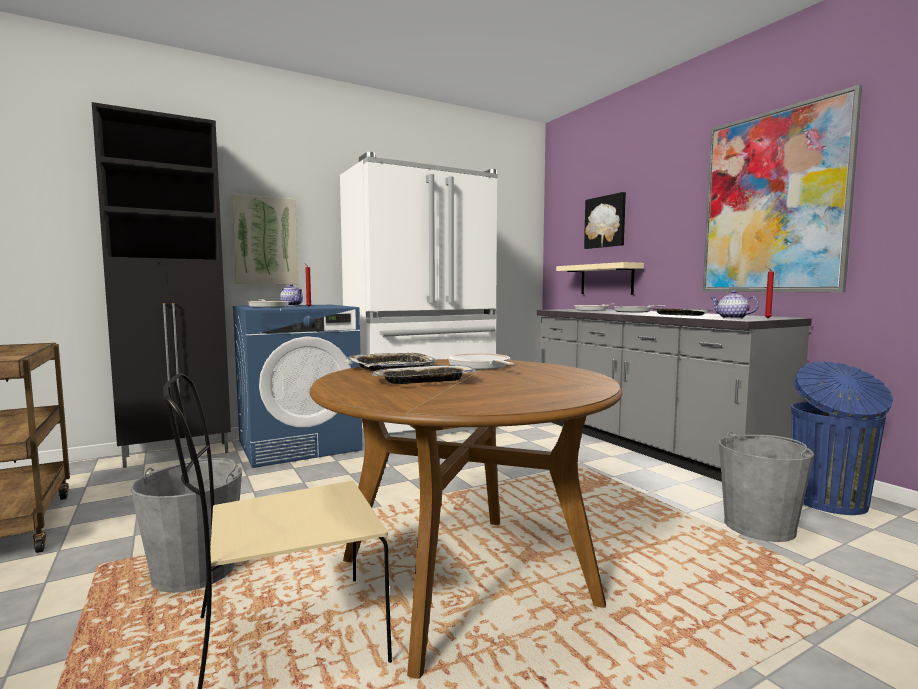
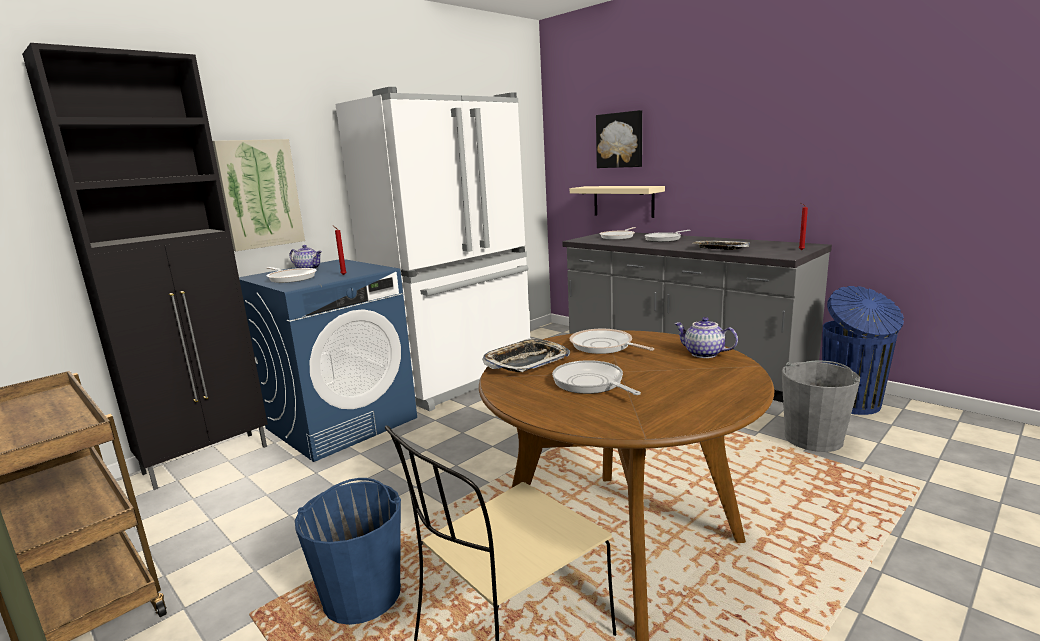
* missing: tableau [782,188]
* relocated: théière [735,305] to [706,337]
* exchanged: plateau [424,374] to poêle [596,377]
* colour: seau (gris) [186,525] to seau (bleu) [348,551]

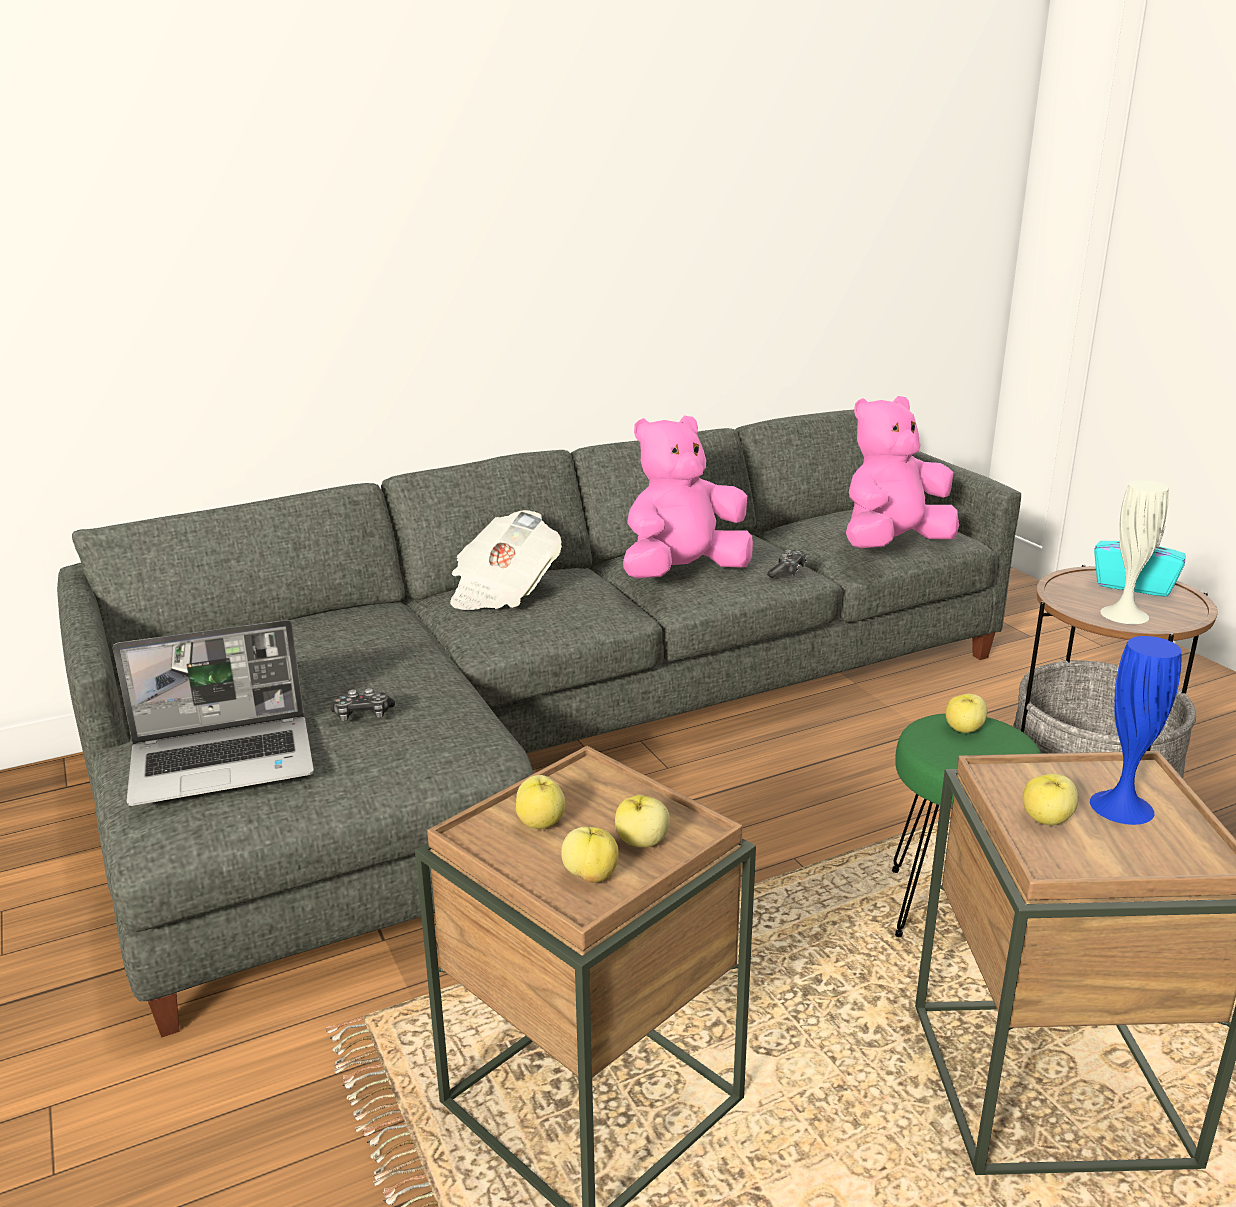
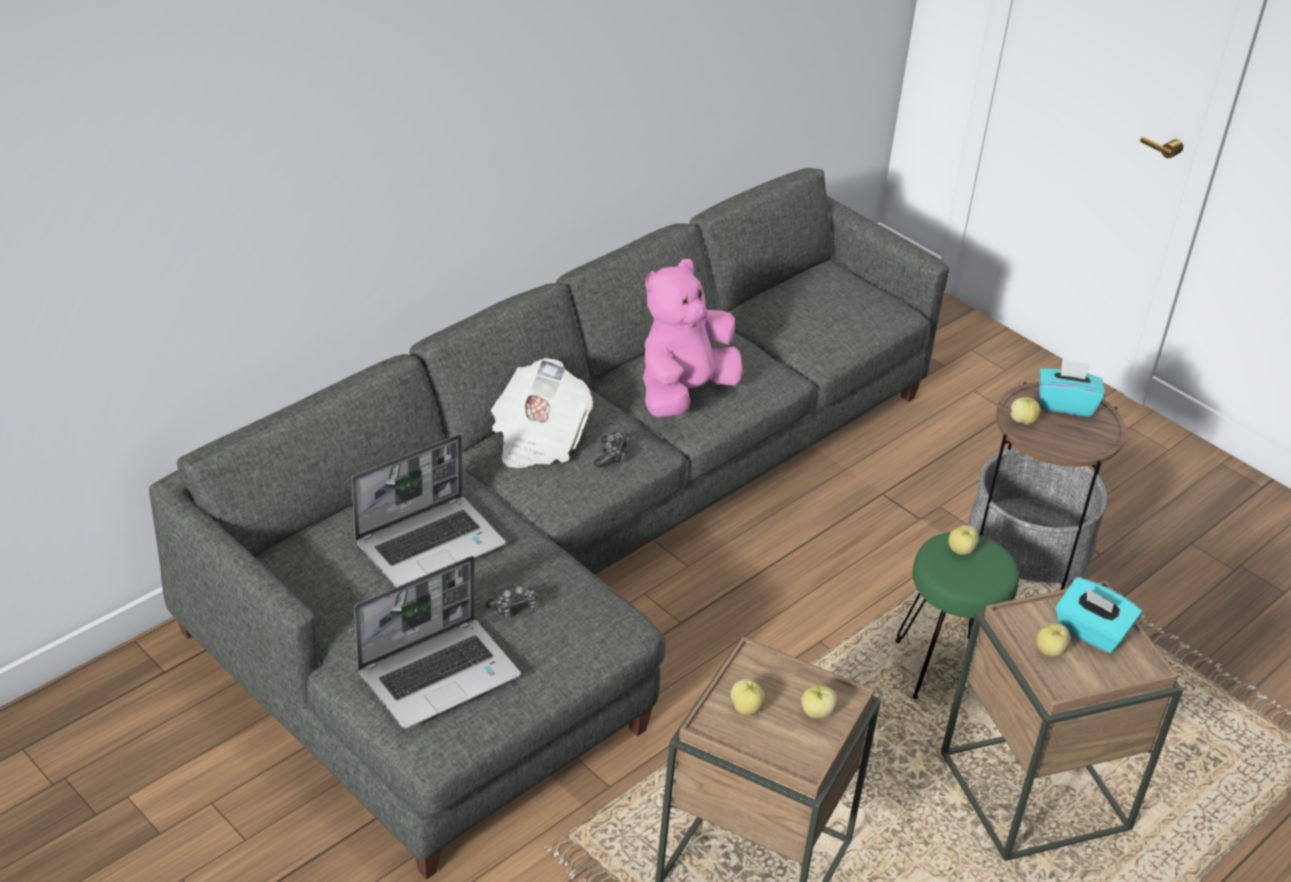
* missing: peluche (rose) [902,472]
* missing: vase (blanc) [1134,552]
* relocated: manette [787,564] to [611,449]
* exchanged: vase (bleu) [1135,730] to boîte à mouchoirs (turquoise) [1099,615]
* relocated: pomme [590,855] to [1025,411]
* appeared: ordinateur portable [428,510]

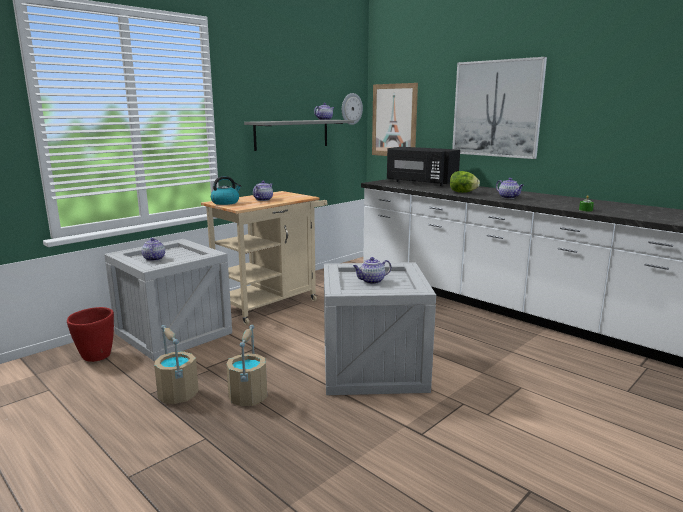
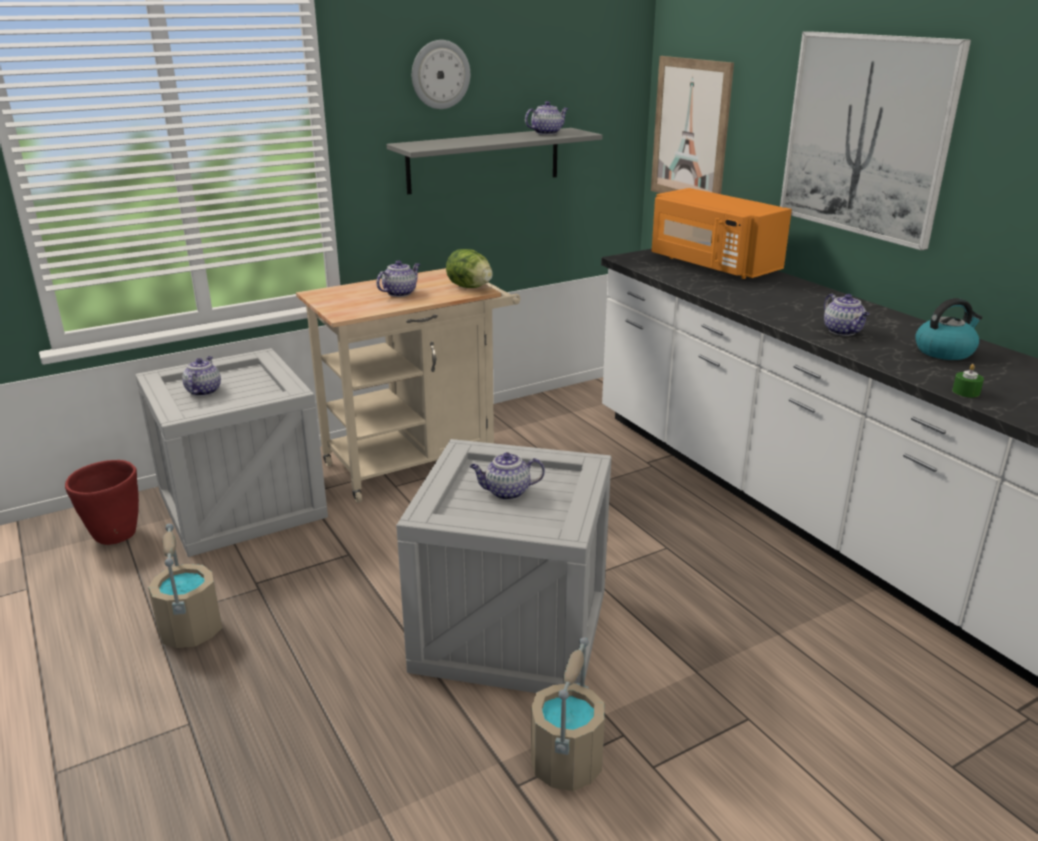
* relocated: horloge murale [352,109] to [441,74]
* colour: micro-ondes (noir) [423,166] to micro-ondes (orange) [721,233]
* relocated: laitue [465,182] to [469,268]
* relocated: bouilloire [226,190] to [948,329]
* relocated: seau (beige) [246,365] to [568,714]

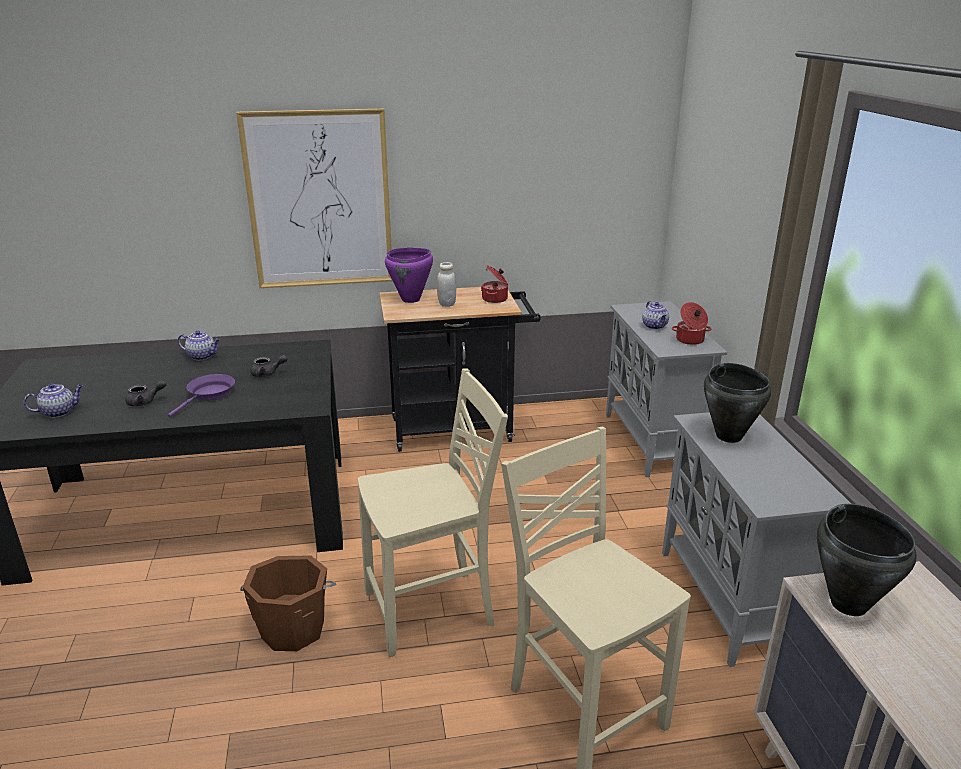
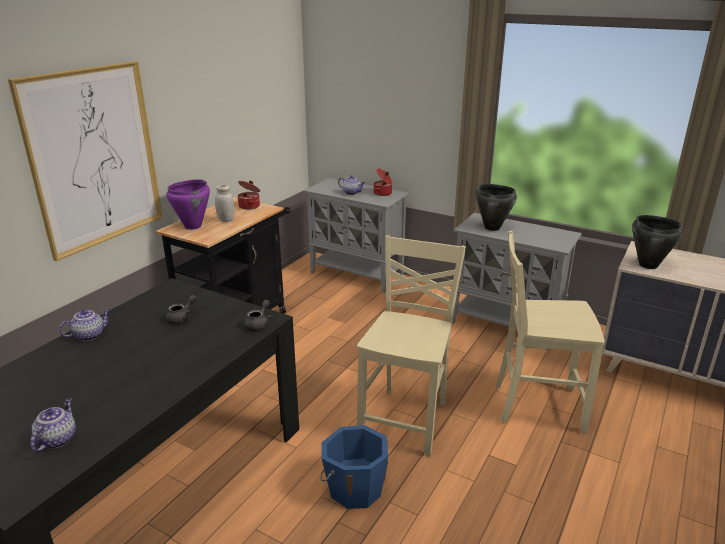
* missing: poêle (violet) [201,395]
* relocated: théière (gris) [146,393] to [258,315]
* colour: seau (marron) [288,603] to seau (bleu) [354,467]

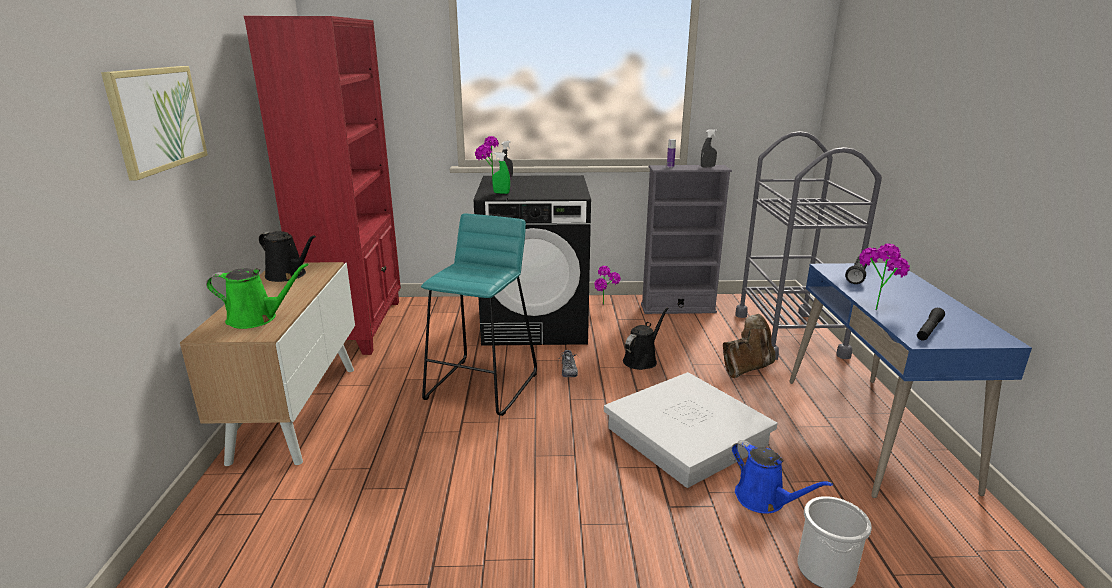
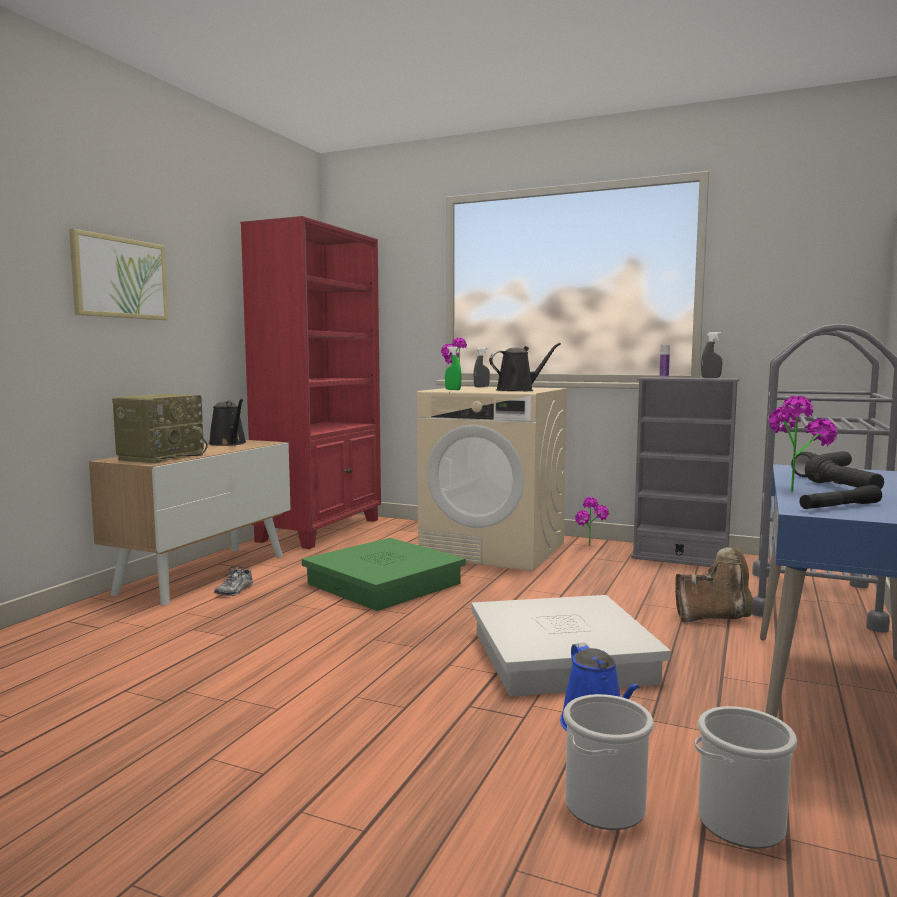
* colour: lave-linge (noir) [532,260] to lave-linge (beige) [492,478]
* exchanged: tabouret (turquoise) [479,315] to boîte de rangement (vert) [384,574]
* exchanged: arrosoir (vert) [257,296] to radio [160,428]
* relocated: arrosoir (noir) [646,338] to [525,367]
* relocated: chaussure [569,363] to [233,580]
* appeared: lampe de poche (noir) [844,472]
* appeared: seau [745,777]

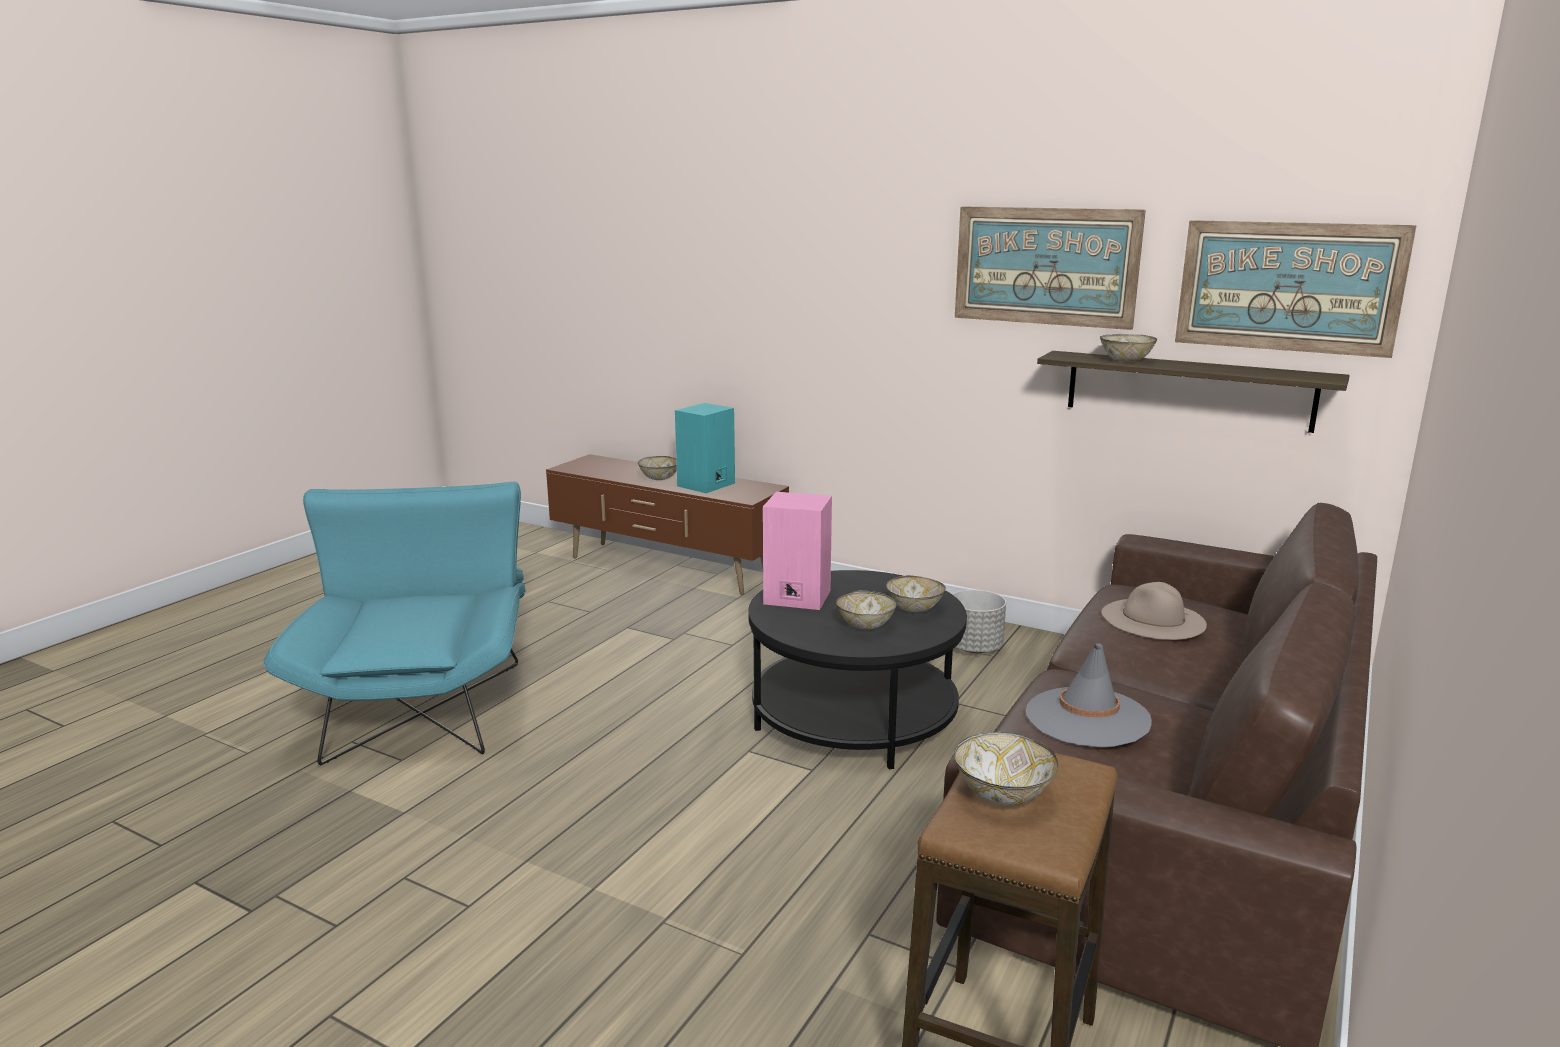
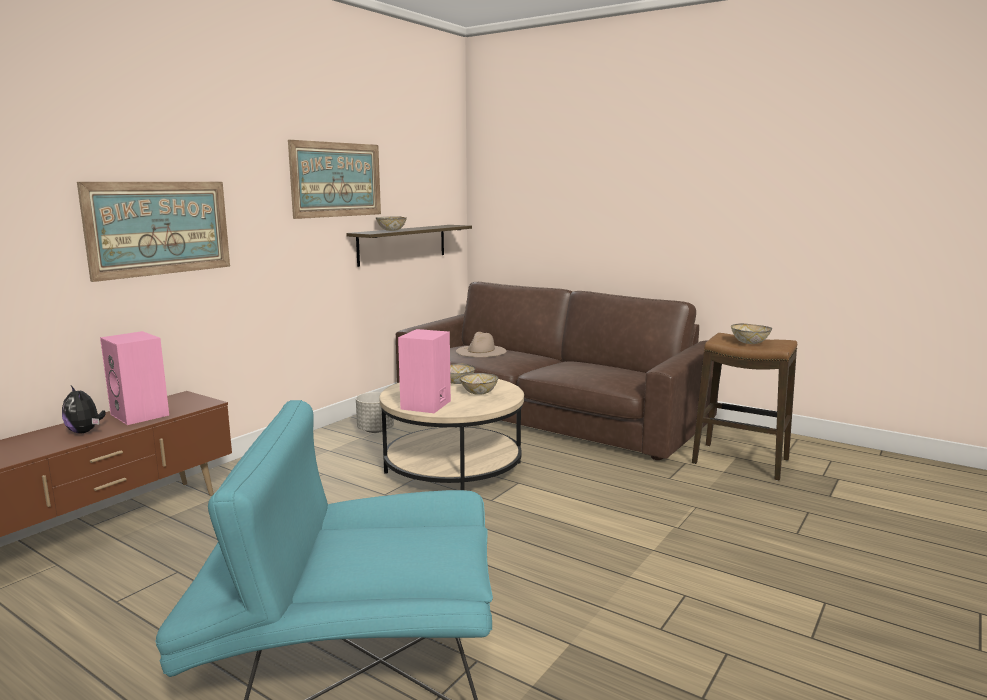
* relocated: tableau [1295,289] to [153,232]
* colour: enceinte (turquoise) [705,448] to enceinte (rose) [134,378]
* exchanged: bol [657,468] to peluche [84,410]
* colour: table basse (noir) [857,670] to table basse (beige) [452,434]
* missing: chapeau (gris) [1089,695]

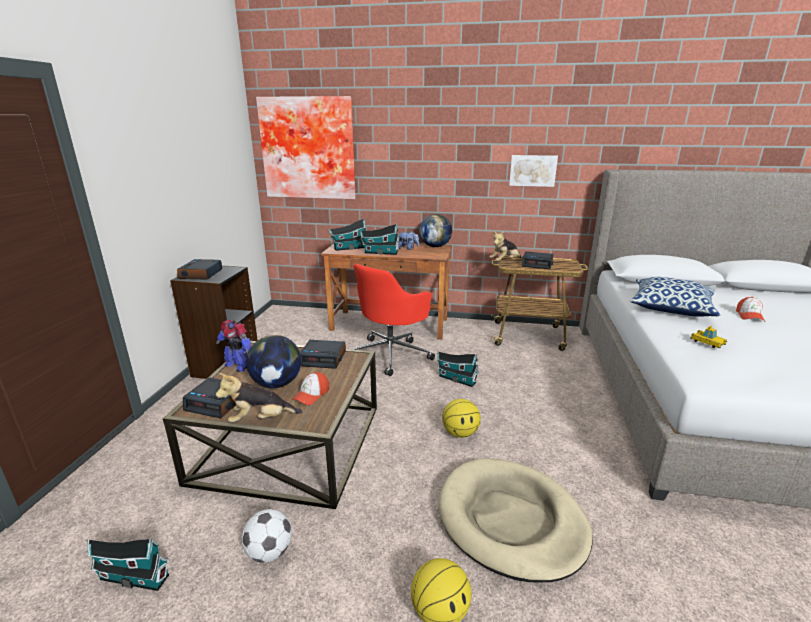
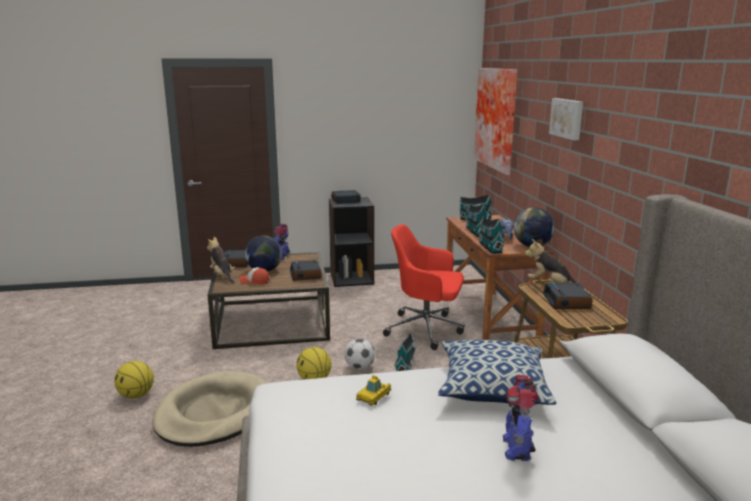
* relocated: tableau [533,171] to [566,119]
* exchanged: casquette [750,309] to robot jouet [521,418]
* relocated: ballon de foot [267,536] to [359,354]
* relocated: maison miniature [128,565] to [491,236]

